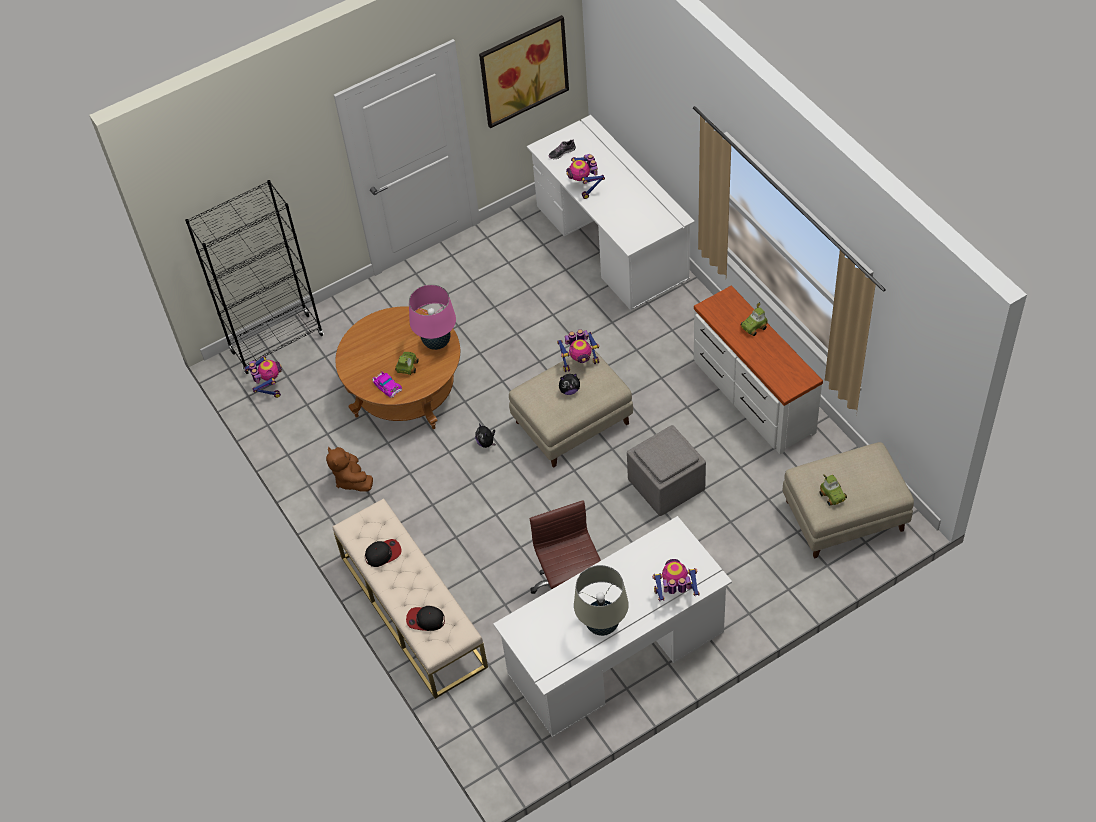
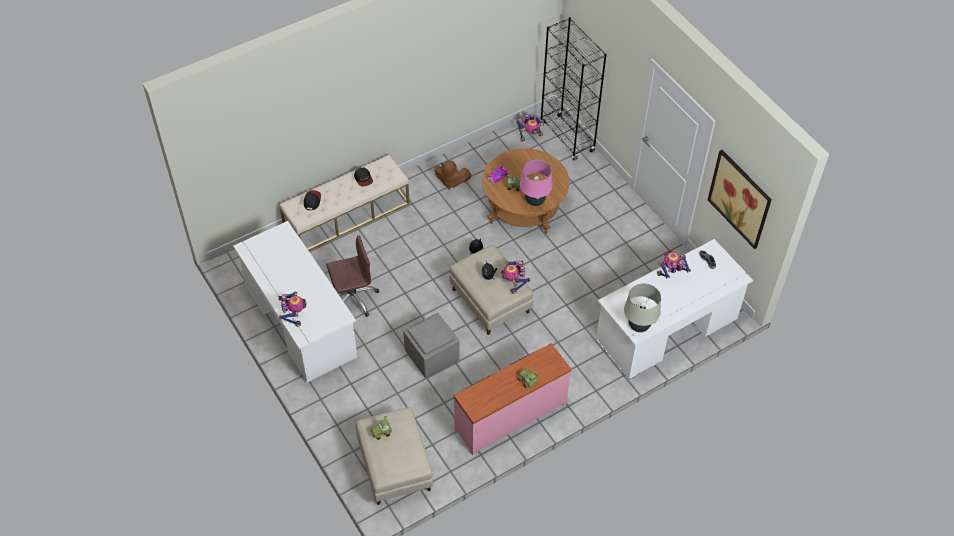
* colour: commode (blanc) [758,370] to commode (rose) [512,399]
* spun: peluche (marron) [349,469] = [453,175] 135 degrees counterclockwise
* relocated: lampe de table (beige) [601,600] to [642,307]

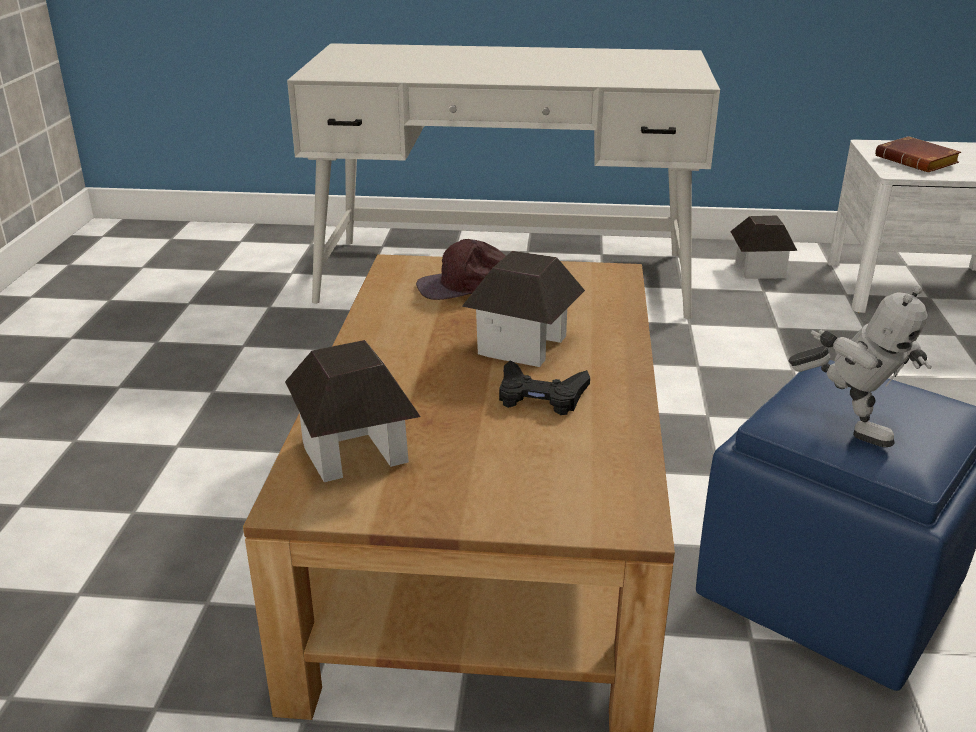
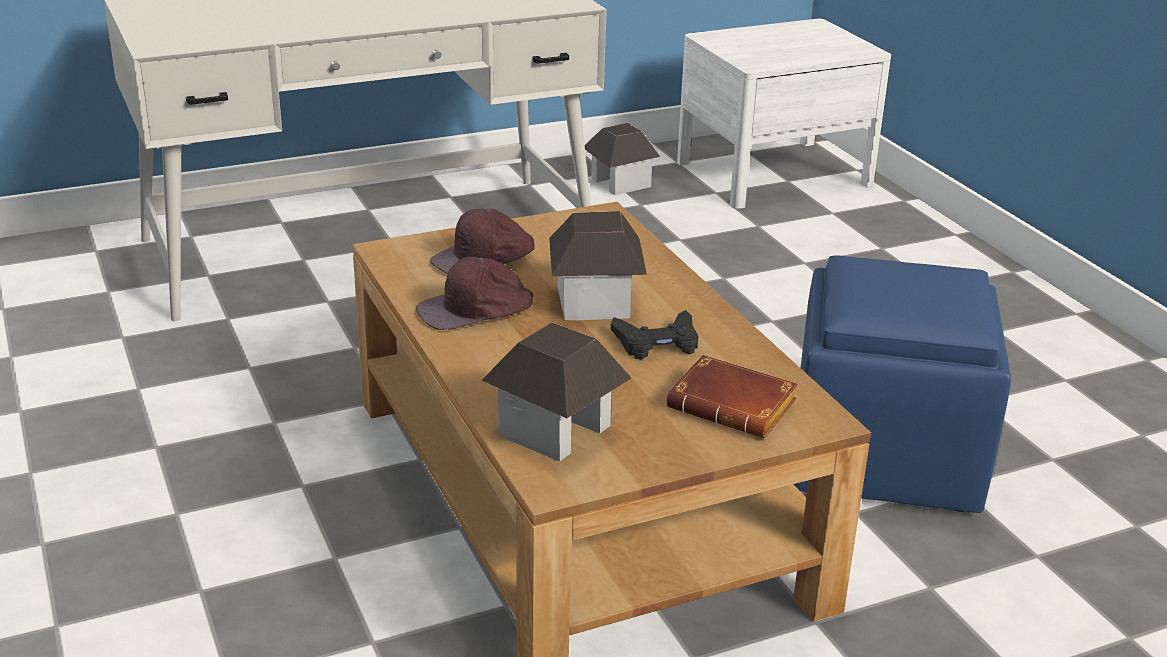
* relocated: livre (marron) [918,154] to [732,396]
* missing: robot jouet [860,366]
* appeared: casquette (marron) [474,293]

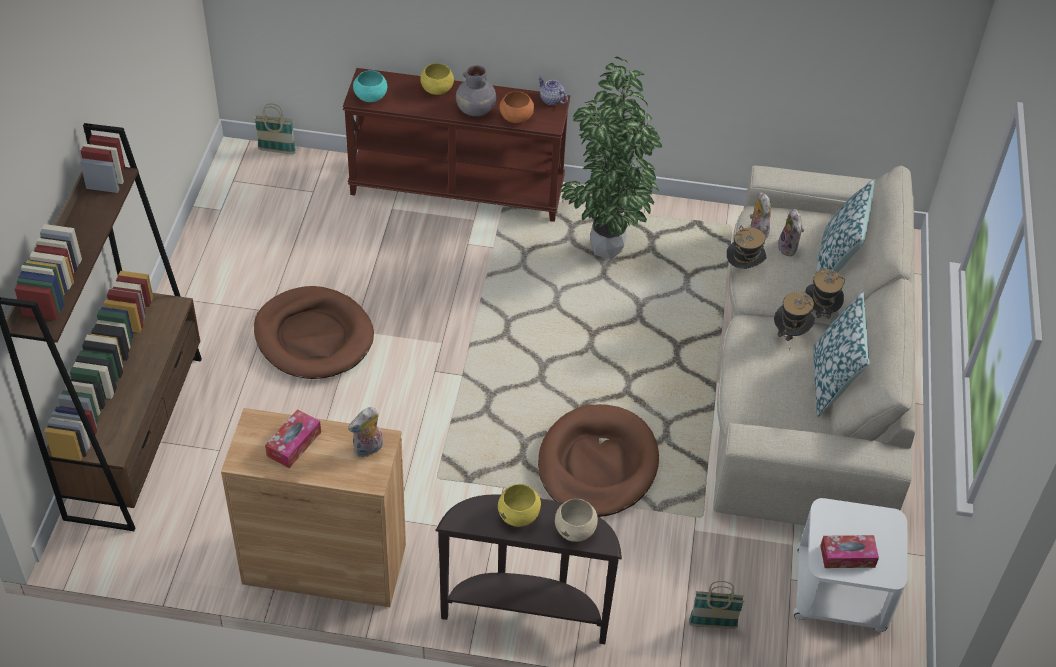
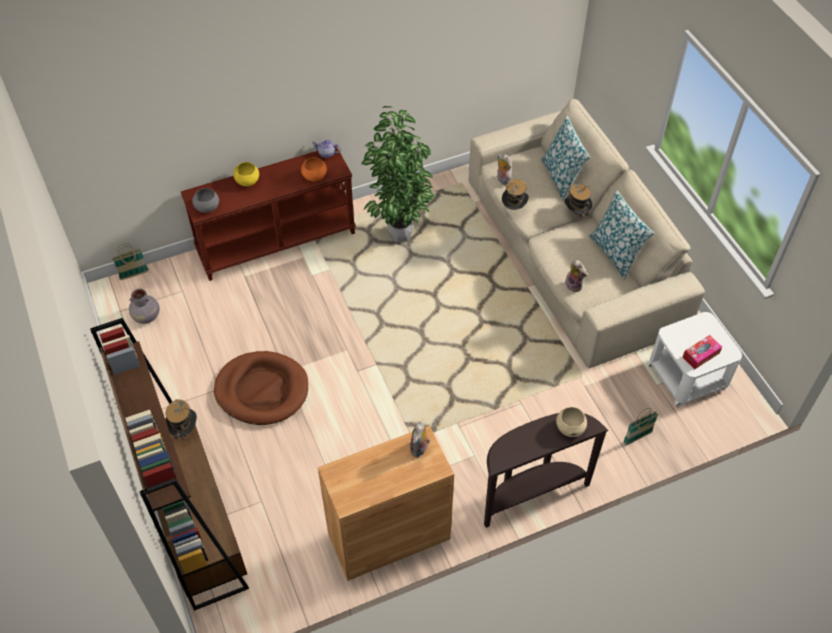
* relocated: vase (gris) [476,90] to [144,306]
* colour: bol (turquoise) [370,86] to bol (gris) [205,200]
* relocated: peluche [791,232] to [576,276]
* relocated: chapeau [794,320] to [181,421]
* missing: panier pour chien (marron) [598,460]
* missing: boîte à mouchoirs [293,438]
* missing: bol (jaune) [519,505]

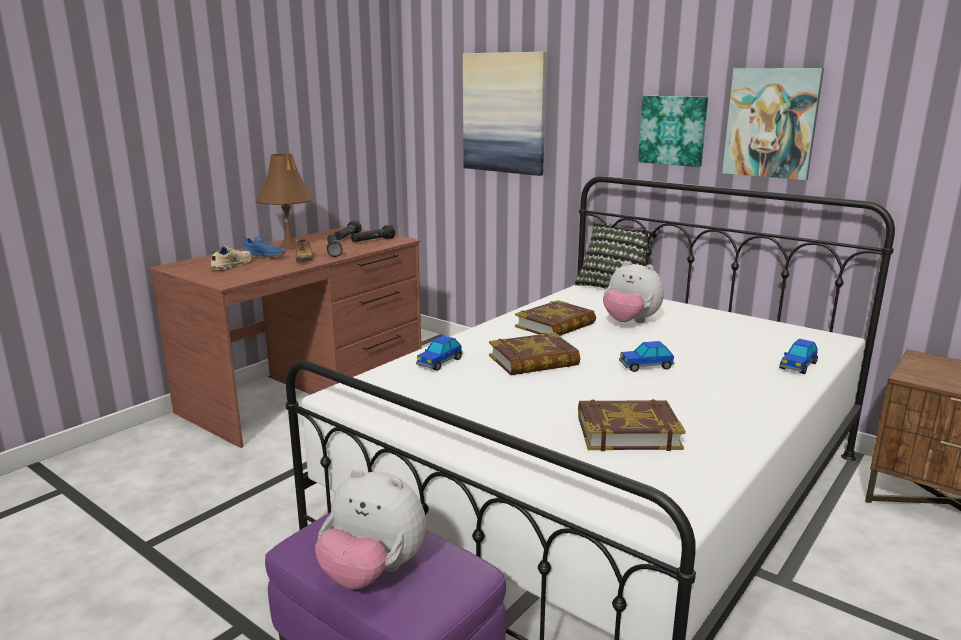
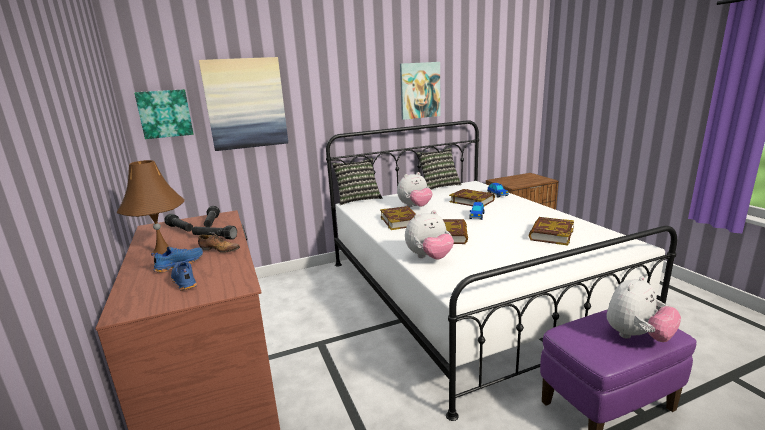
* relocated: tableau [673,131] to [164,114]
* colour: chaussure (beige) [230,258] to chaussure (bleu) [184,276]
* exchanged: petite voiture [439,353] to peluche [429,235]
* appeared: coussin [439,169]
* appeared: livre [472,197]

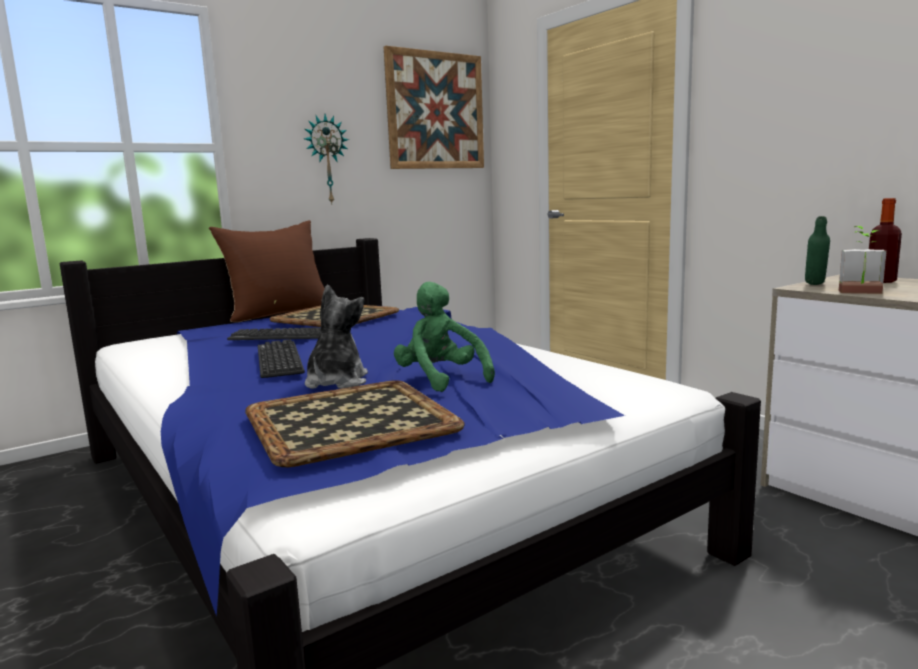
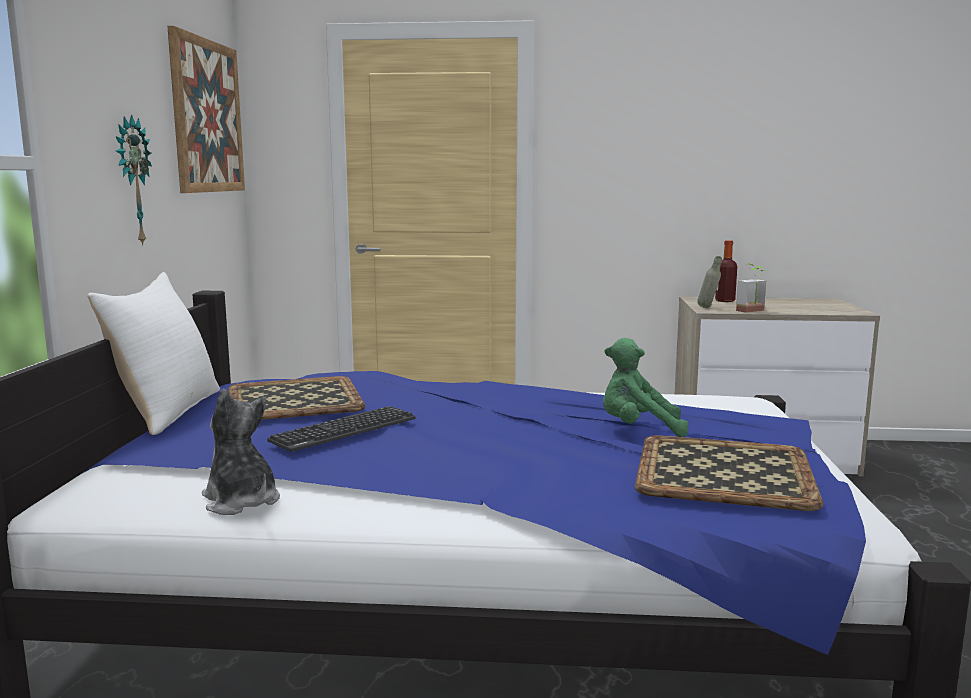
* colour: bouteille (vert) [817,250] to bouteille (gris) [709,282]
* colour: coussin (marron) [267,271] to coussin (blanc) [153,353]
* relocated: peluche [336,337] to [241,452]
* missing: clavier [281,358]

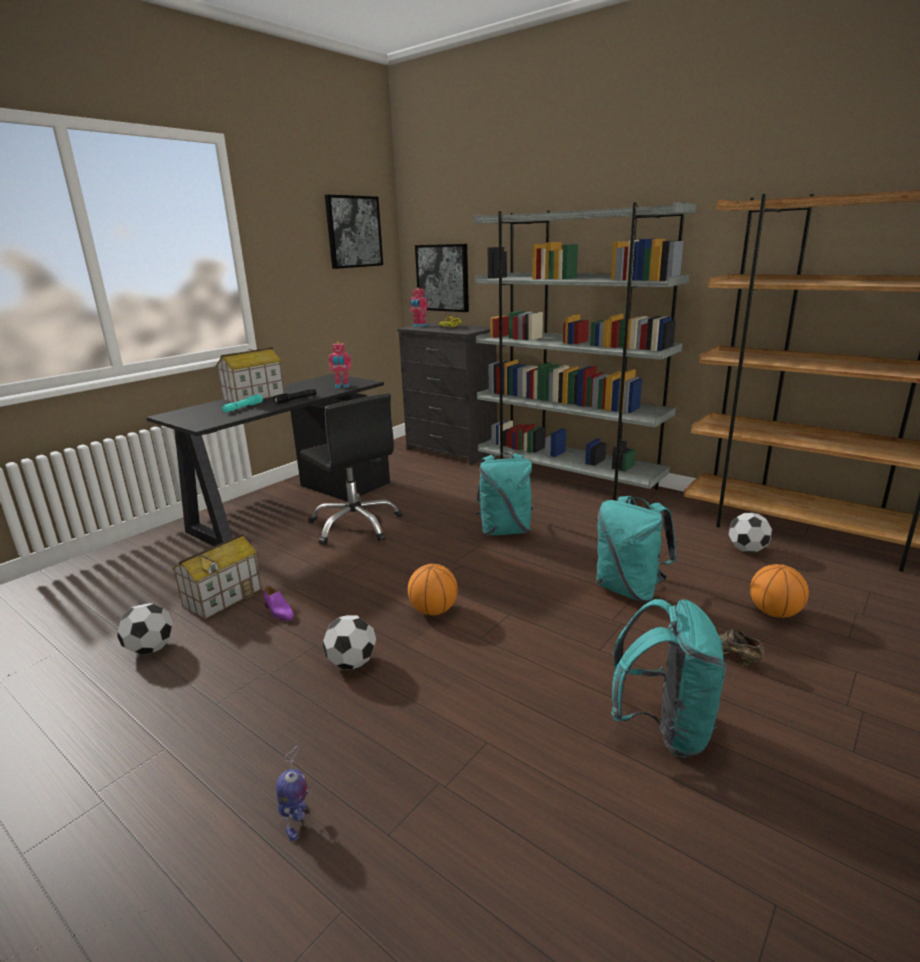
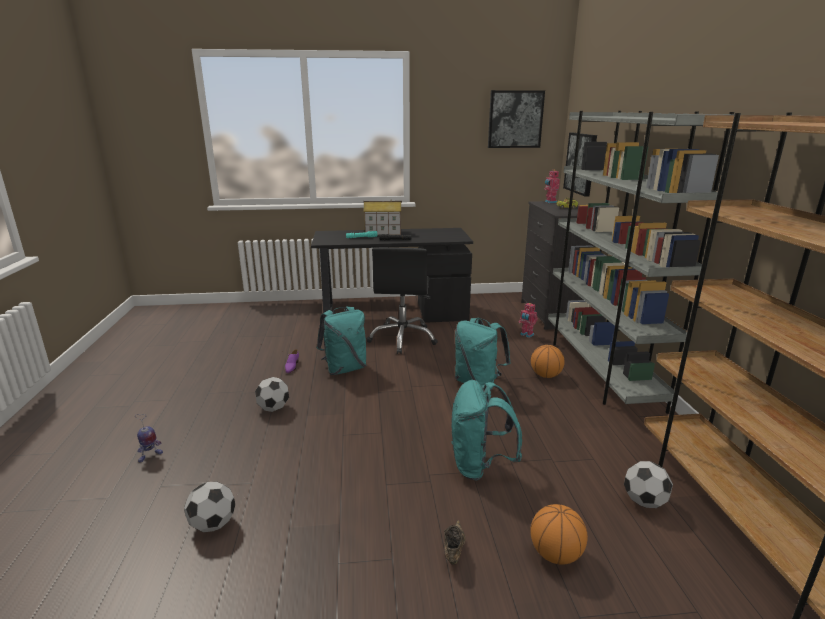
* relocated: robot jouet [340,365] to [528,320]
* missing: maison miniature [217,576]
* relocated: ballon de basket [433,589] to [548,361]
* relocated: sac à dos (turquoise) [668,678] to [341,340]
* relocated: ballon de foot [145,629] to [209,506]

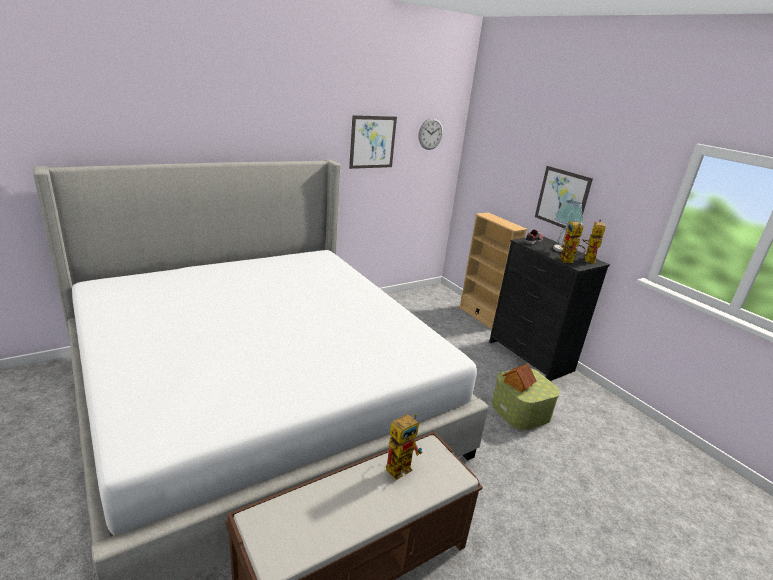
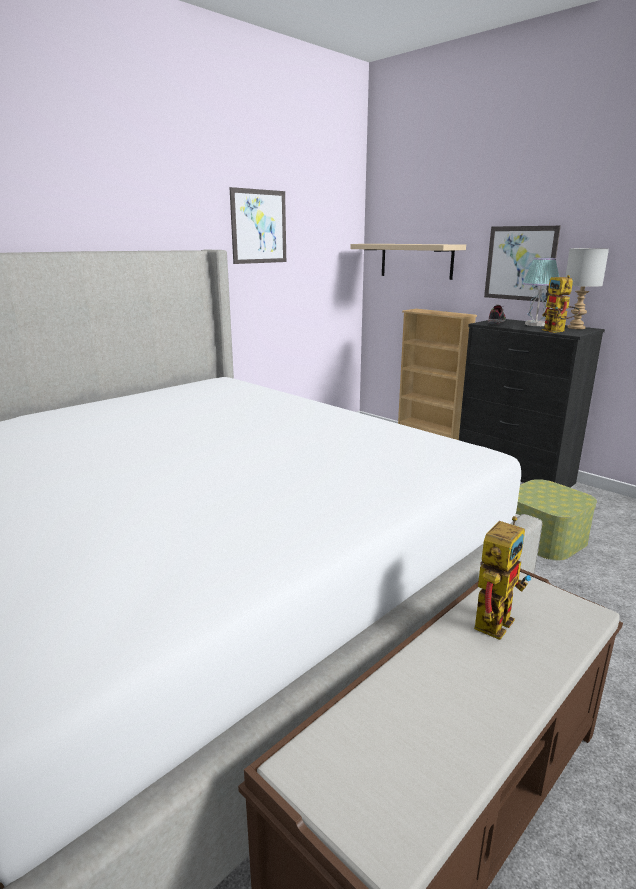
* missing: horloge murale [430,134]
* exchanged: robot jouet [594,242] to lampe de table (gris) [587,288]
* missing: maison miniature [519,378]
* appeared: étagère (beige) [408,262]

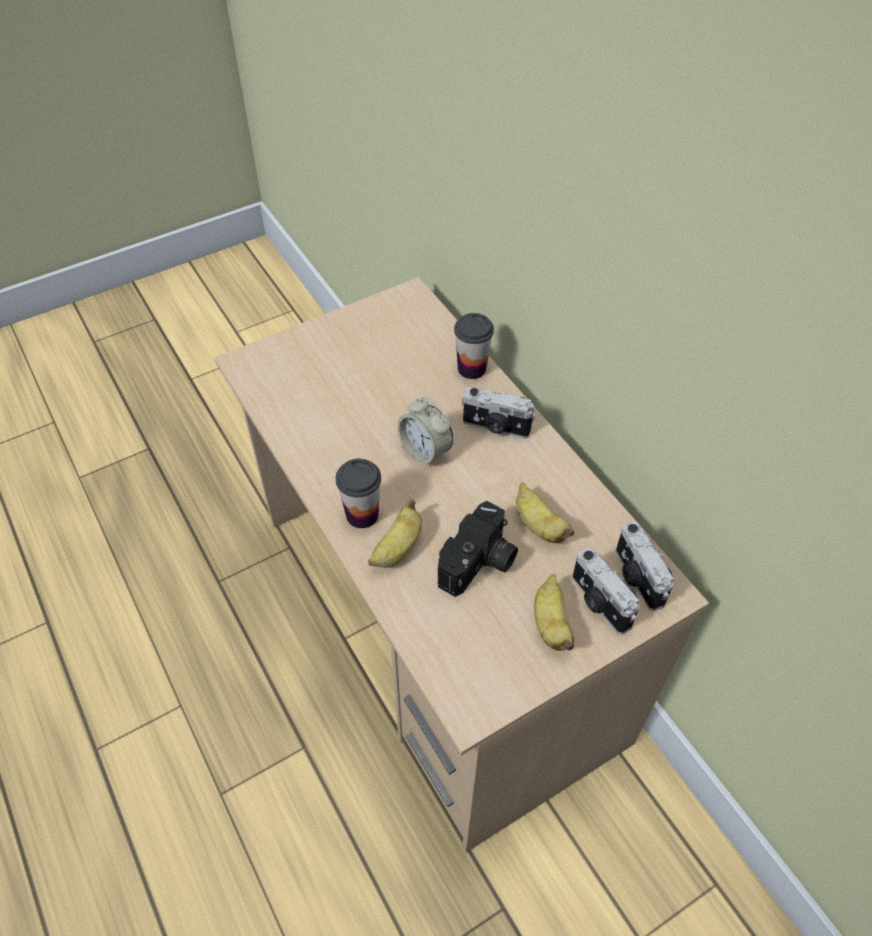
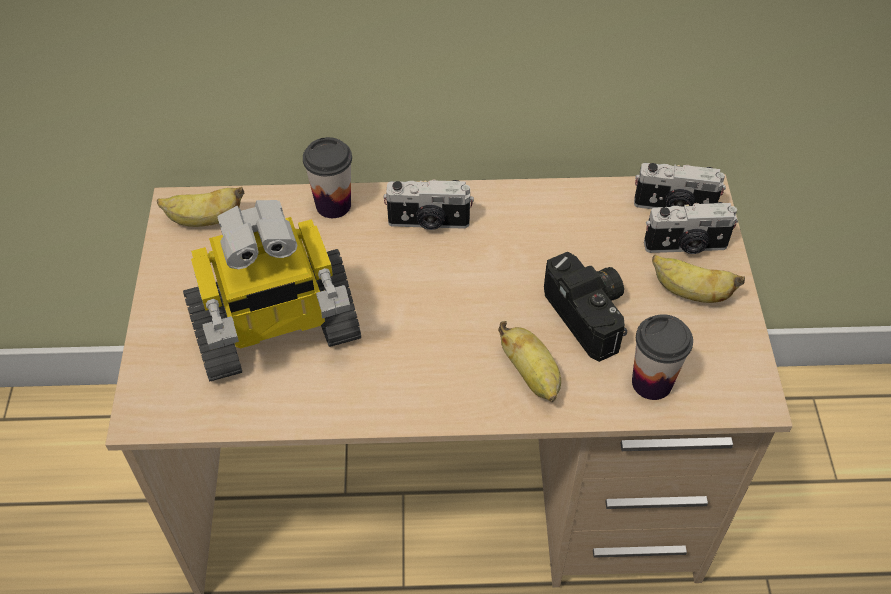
* spun: appareil photo [499,412] = [428,205] 45 degrees clockwise
* missing: réveil [425,432]
* relocated: tasse [358,493] to [662,357]
* relocated: banane [545,513] to [200,207]
* appeared: robot jouet [272,291]

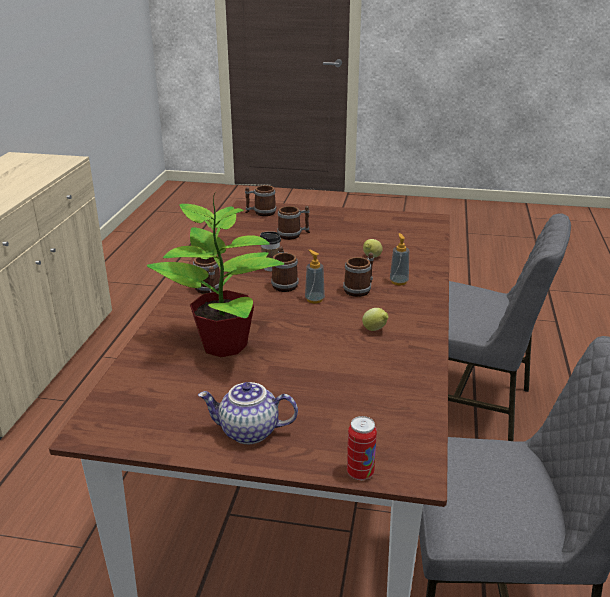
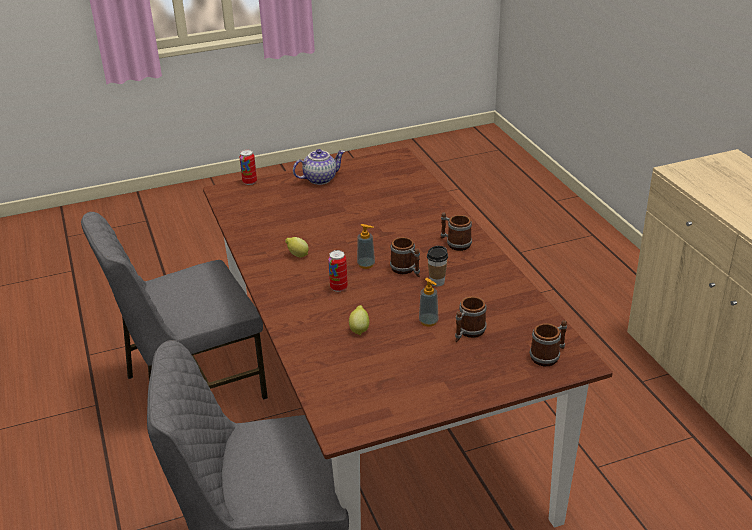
* missing: plante en pot [215,275]
* relocated: distributeur de savon [399,259] to [429,302]
* exchanged: mug [358,275] to boîte métallique [338,271]

